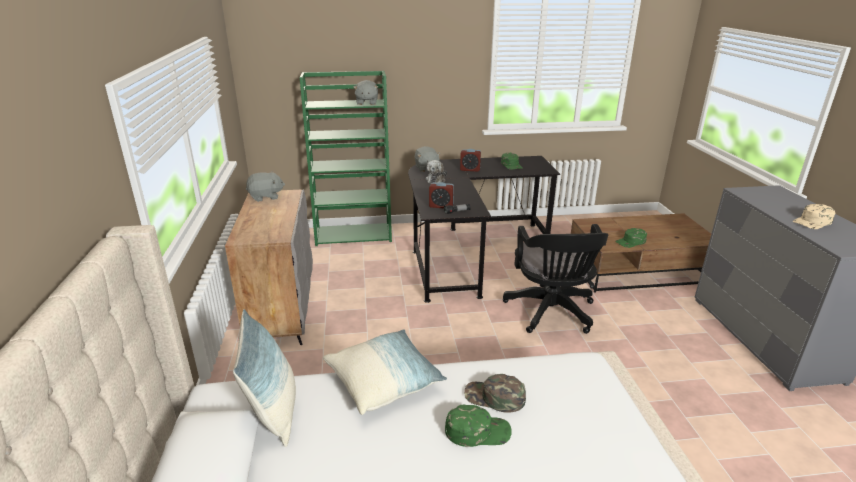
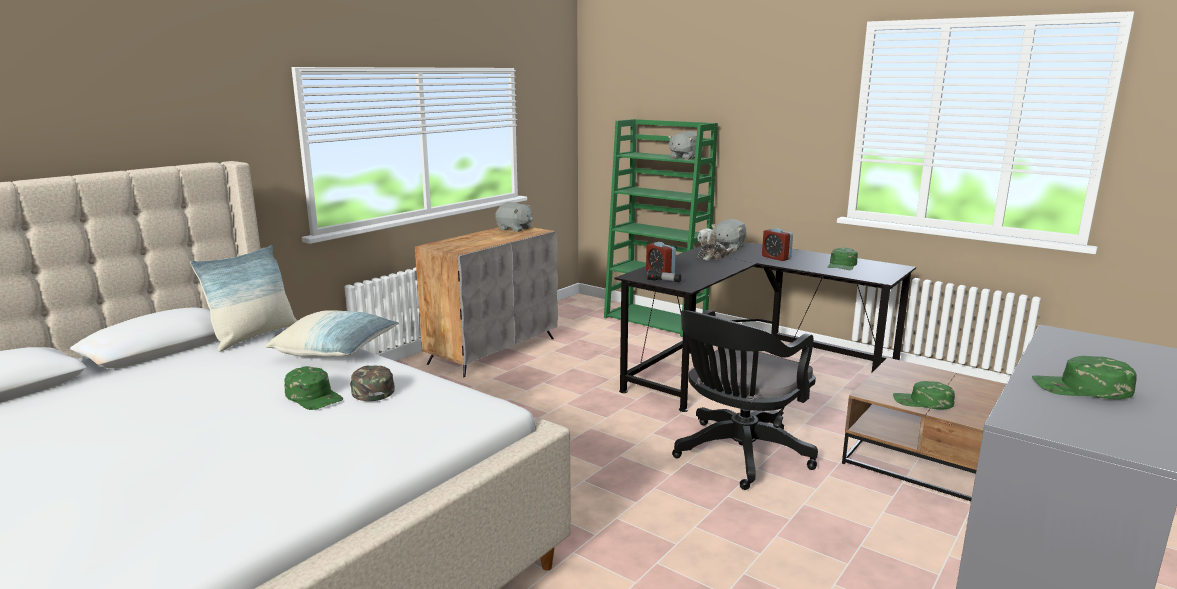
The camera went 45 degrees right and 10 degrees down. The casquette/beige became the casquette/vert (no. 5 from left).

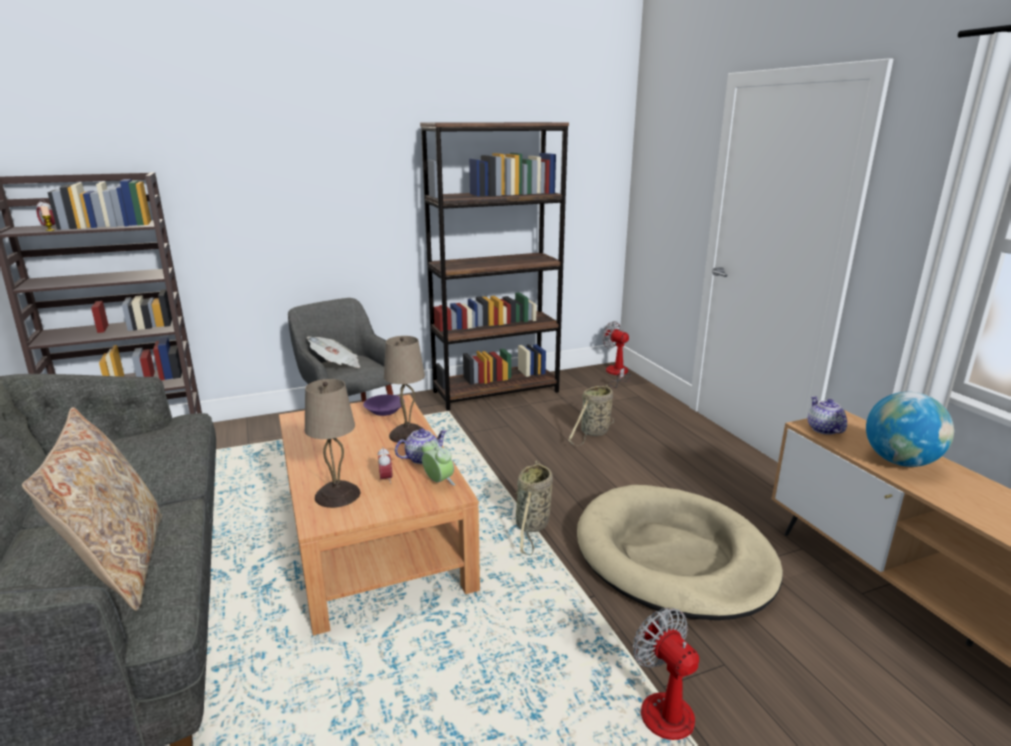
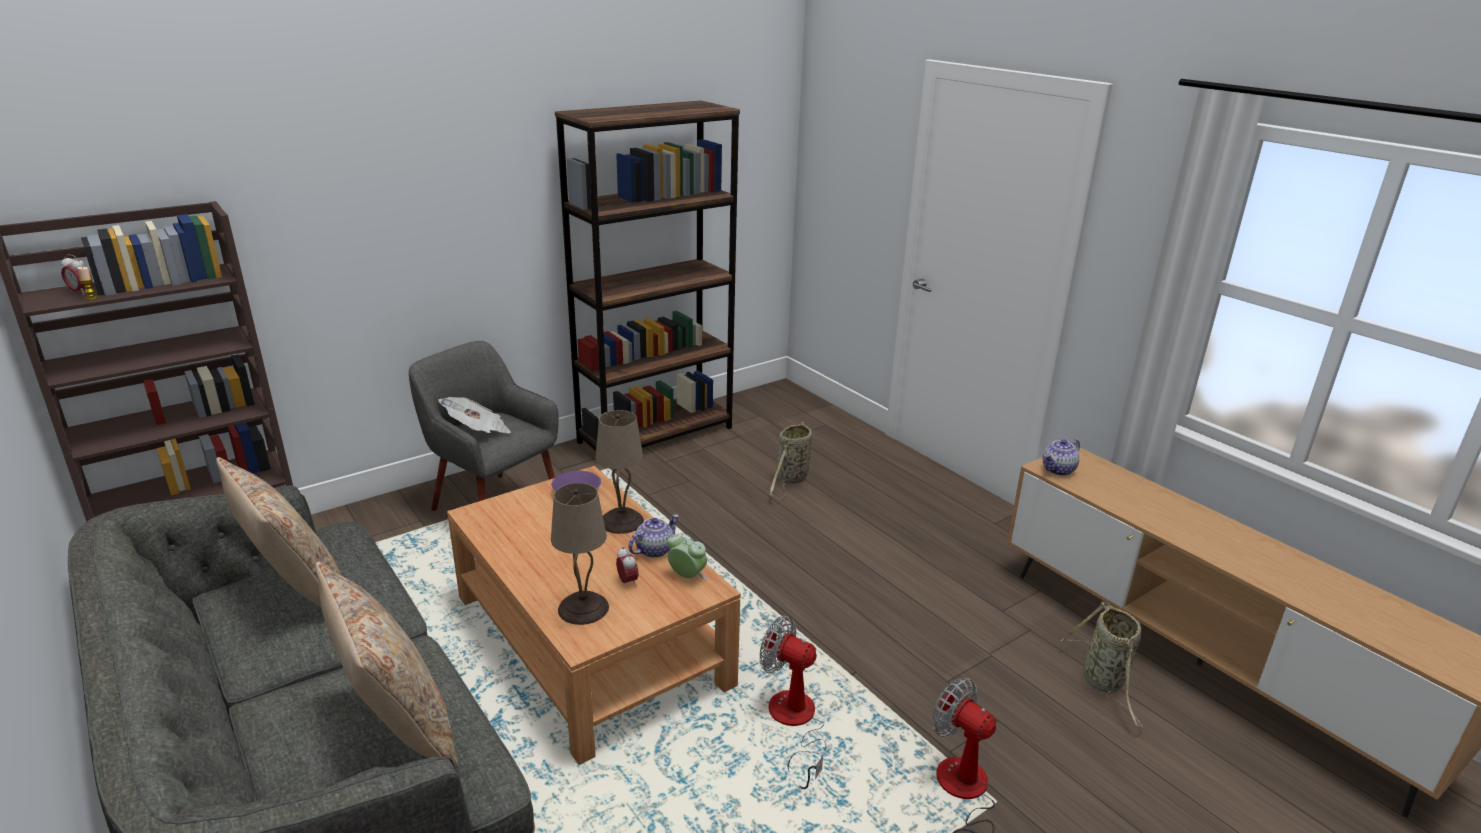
The camera went 15 degrees left and 5 degrees up. The panier pour chien/beige disappeared. The globe disappeared. The coussin/beige (no. 1 from left) appeared. The panier (no. 1 from left in the first image) moved. The ventilateur (no. 1 from left) moved. The théière (no. 2 from left) turned 105 degrees counterclockwise.

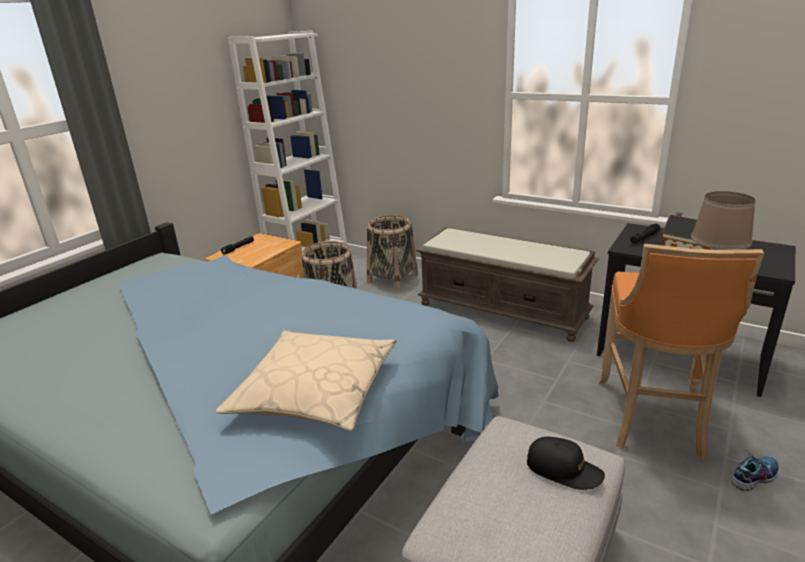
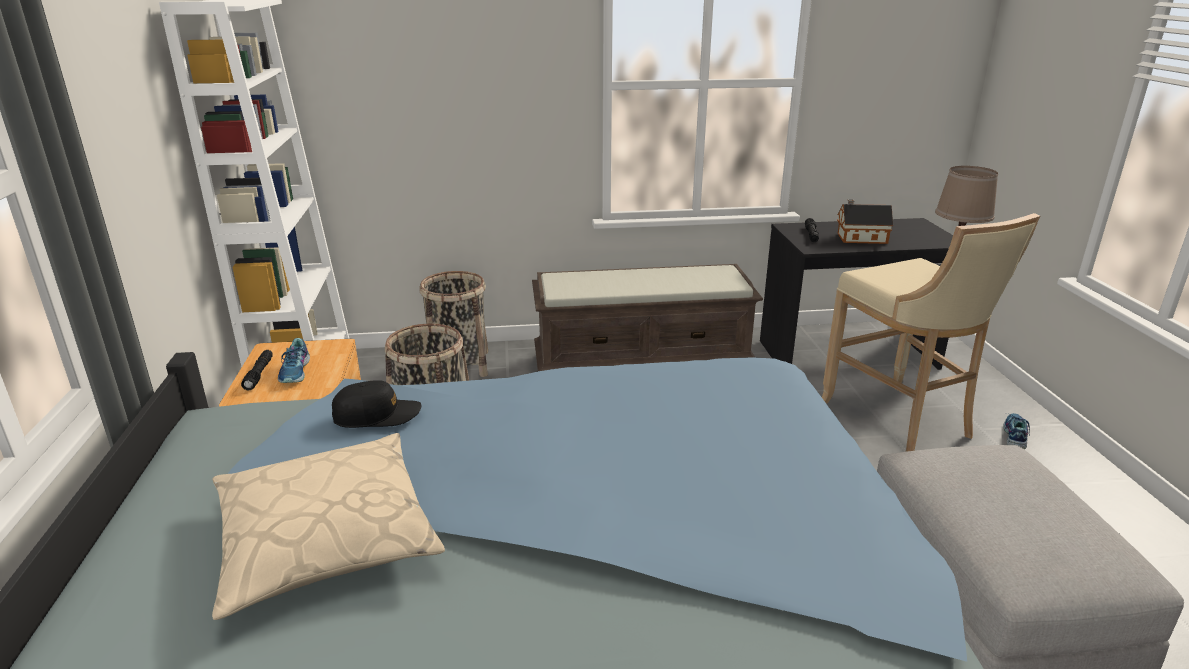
The camera went 40 degrees left and 0 degrees up. The chaussure (no. 1 from left) appeared. The coussin/beige moved. The casquette/noir moved. The tabouret/orange became the tabouret/beige.

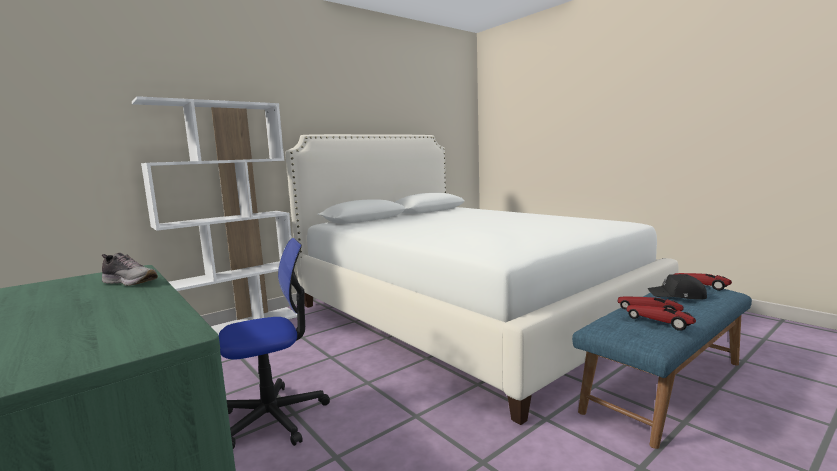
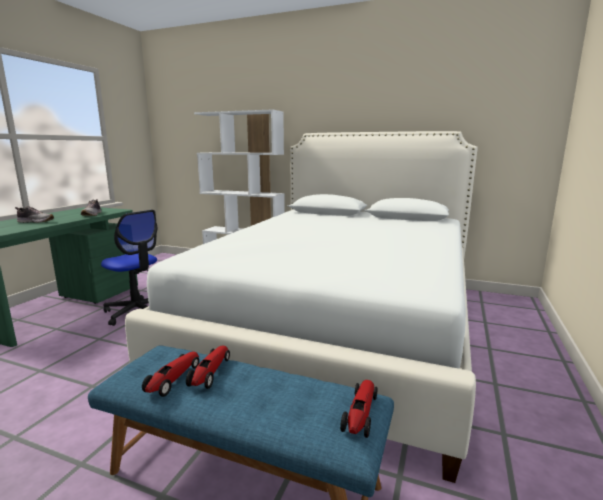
The camera went 60 degrees right and 5 degrees up. The casquette/noir disappeared. The chaussure (no. 1 from left) appeared.

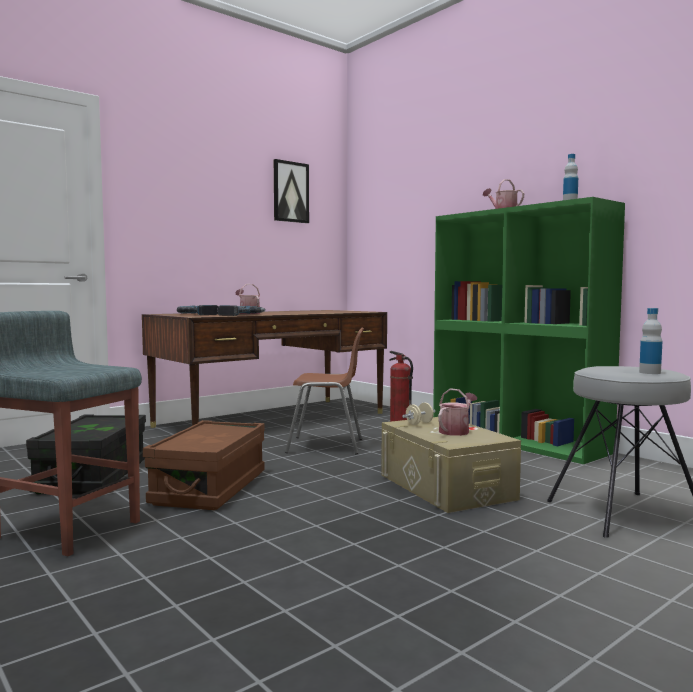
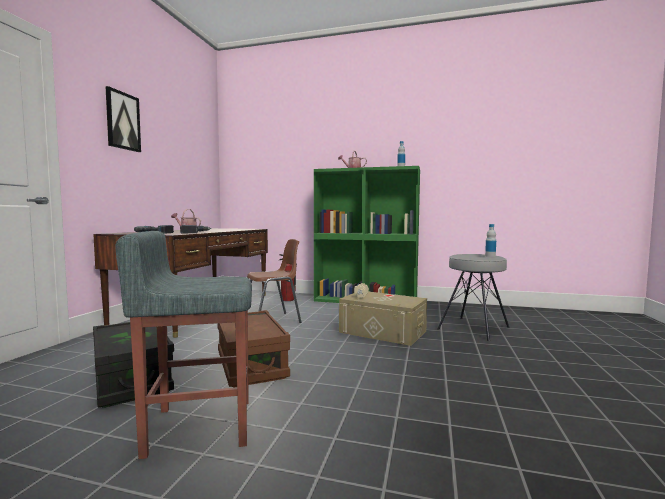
The camera went 35 degrees left and 0 degrees up. The arrosoir (no. 2 from left) disappeared. The tableau moved.

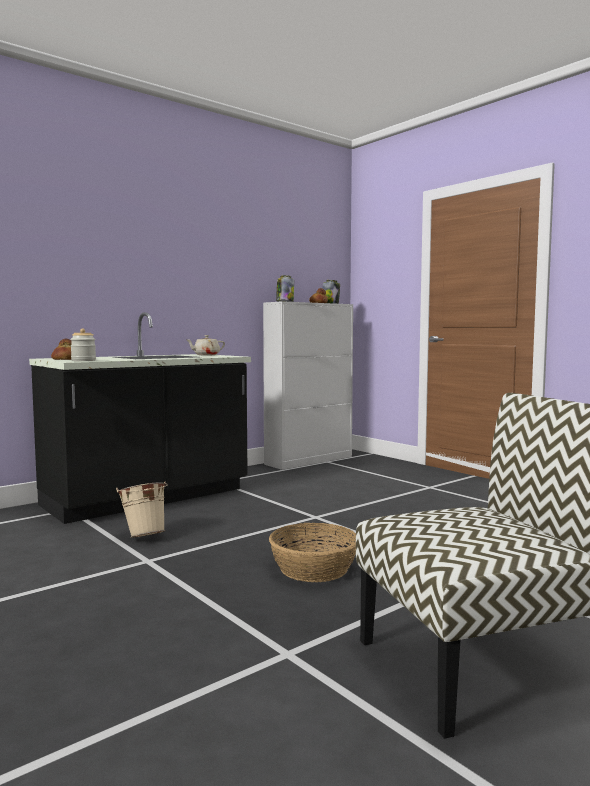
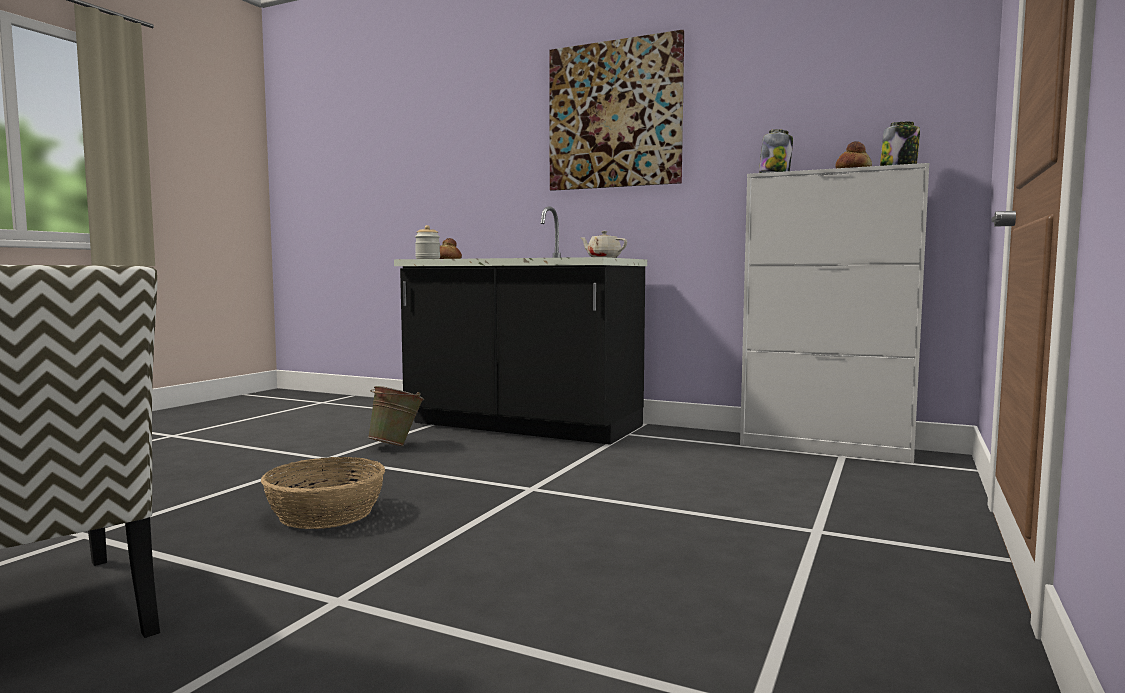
The camera went 65 degrees right and 0 degrees up. The tableau appeared. The seau/beige became the seau/vert.

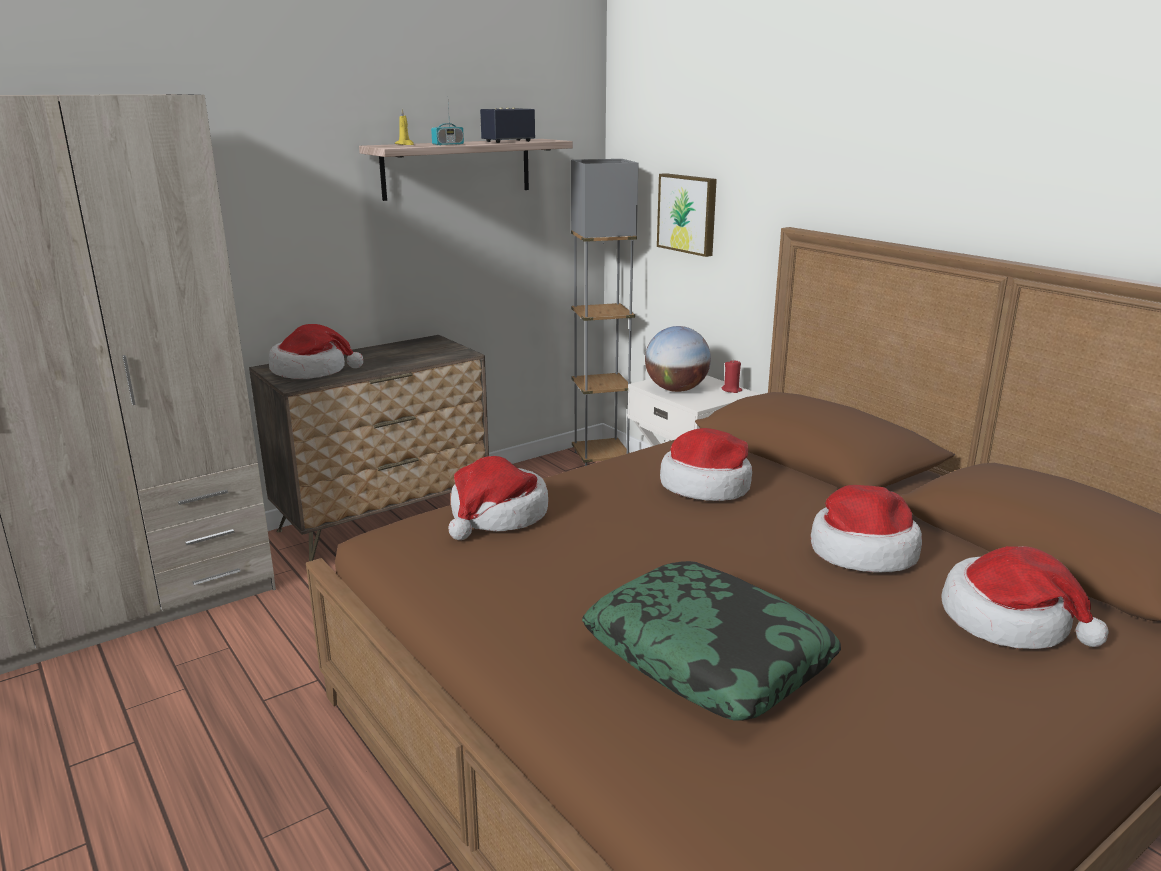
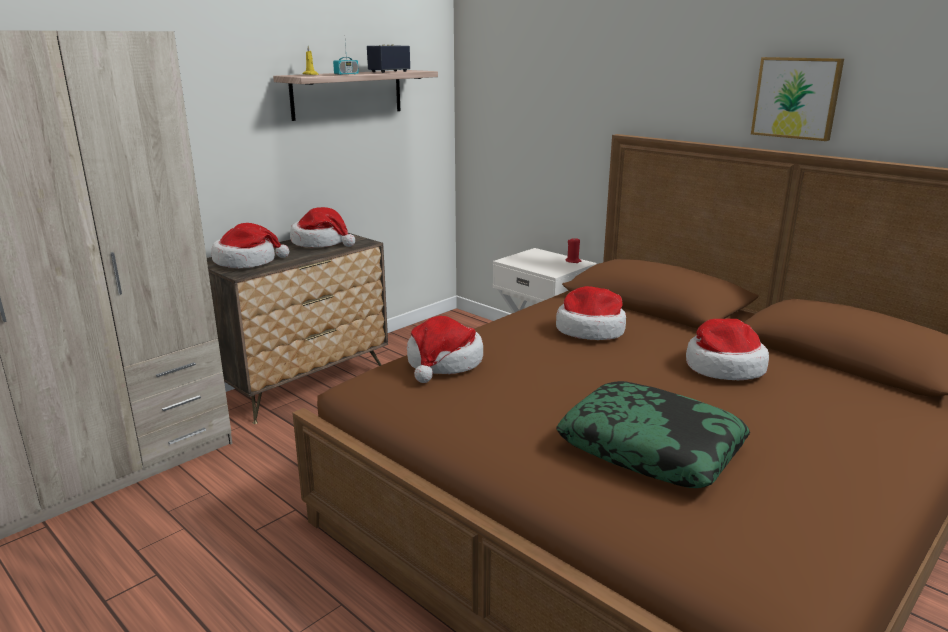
The camera went 10 degrees left and 0 degrees up. The lampadaire/gris disappeared. The globe disappeared. The tableau moved. The chapeau (no. 5 from left in the first image) moved.

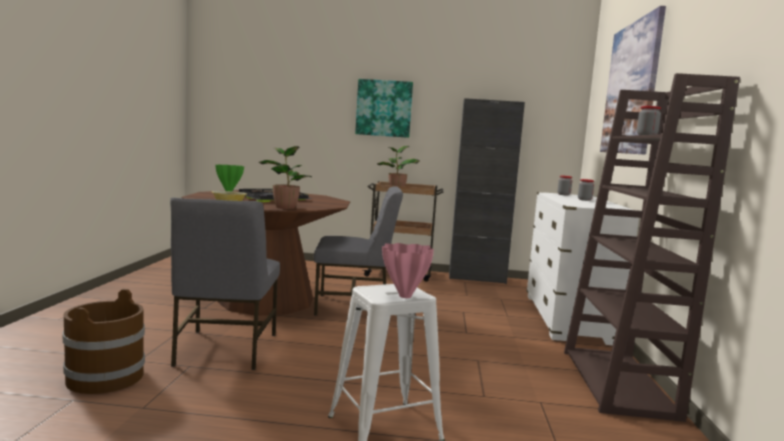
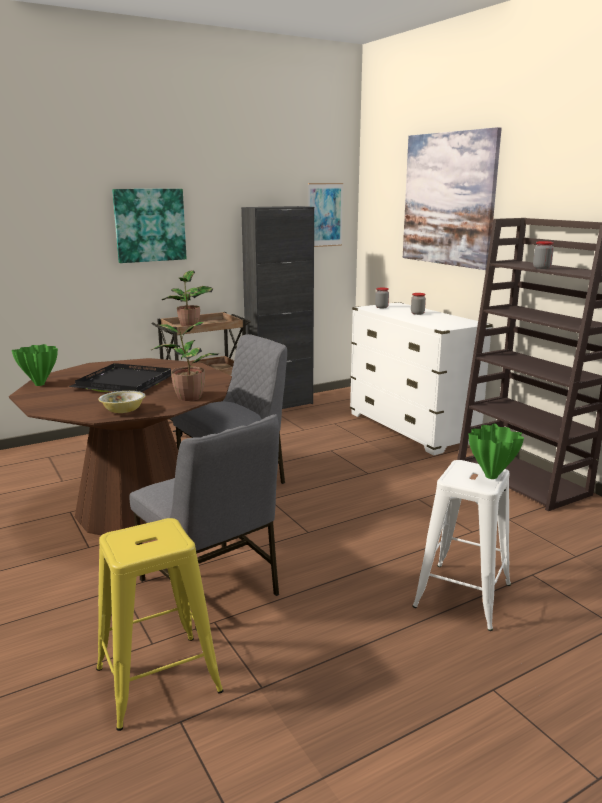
The camera went 35 degrees left and 10 degrees up. The tableau (no. 2 from left) appeared. The seau/marron was replaced by the tabouret/jaune. The vase/rose became the vase/vert (no. 2 from left).

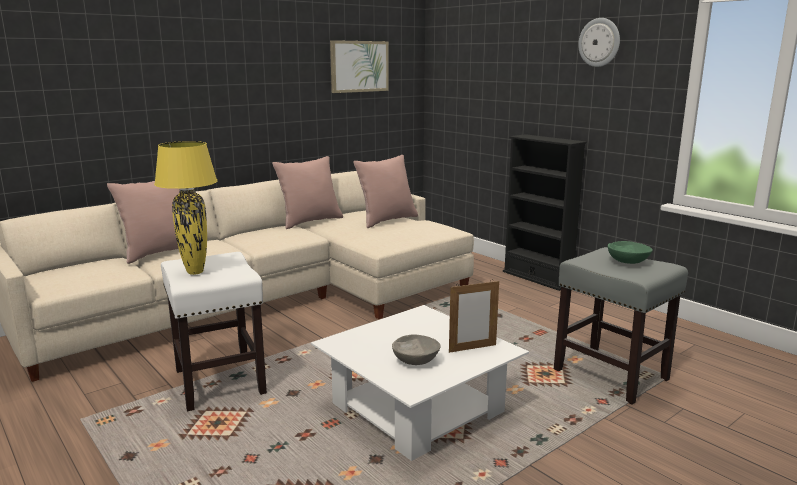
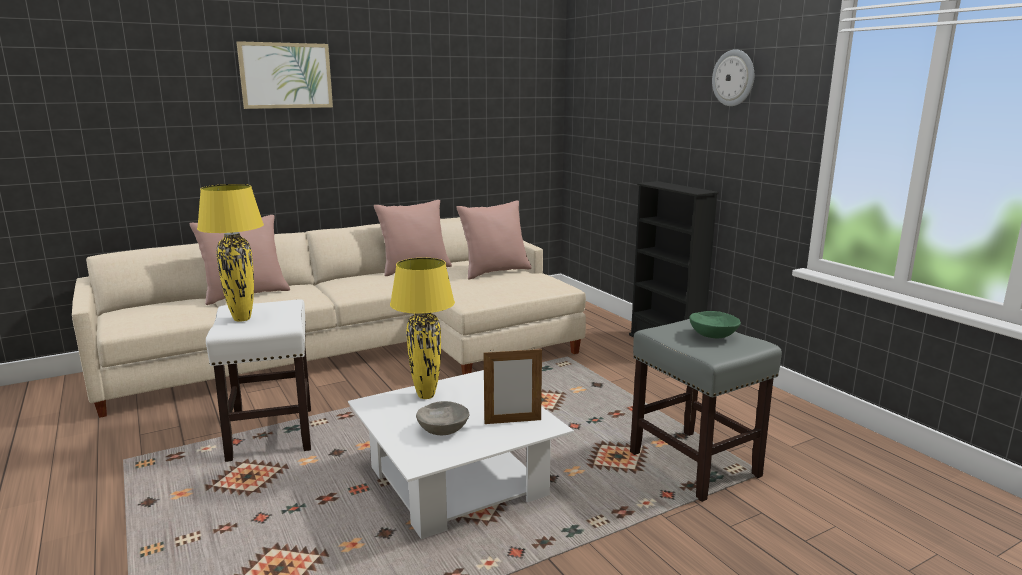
The camera went 10 degrees right and 0 degrees up. The lampe de table/jaune (no. 2 from left) appeared. The tableau moved.

